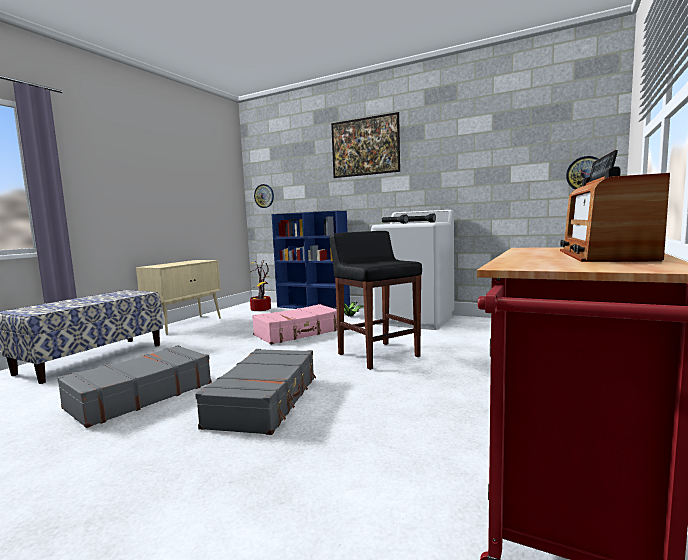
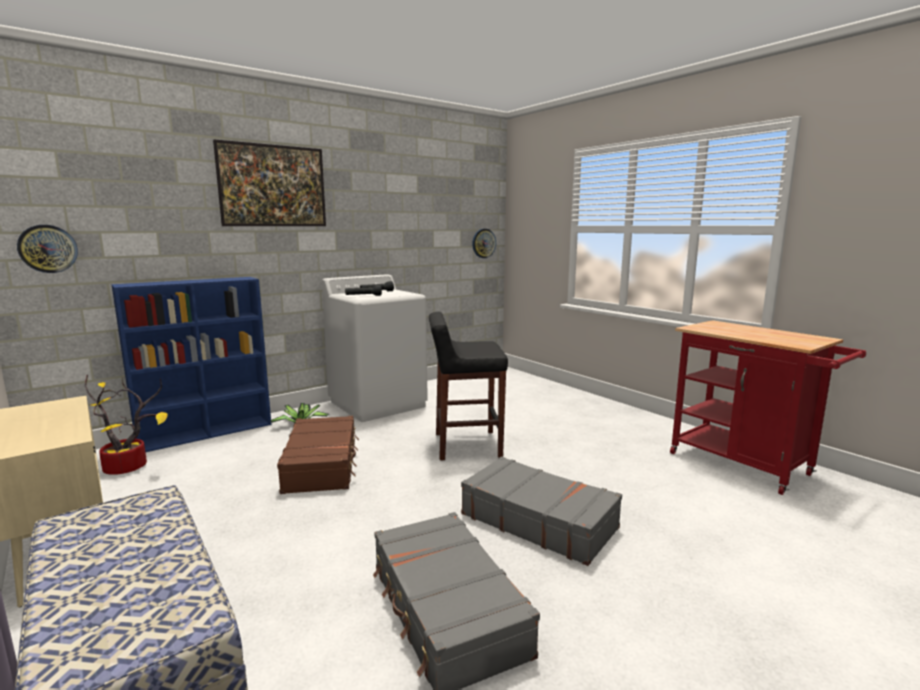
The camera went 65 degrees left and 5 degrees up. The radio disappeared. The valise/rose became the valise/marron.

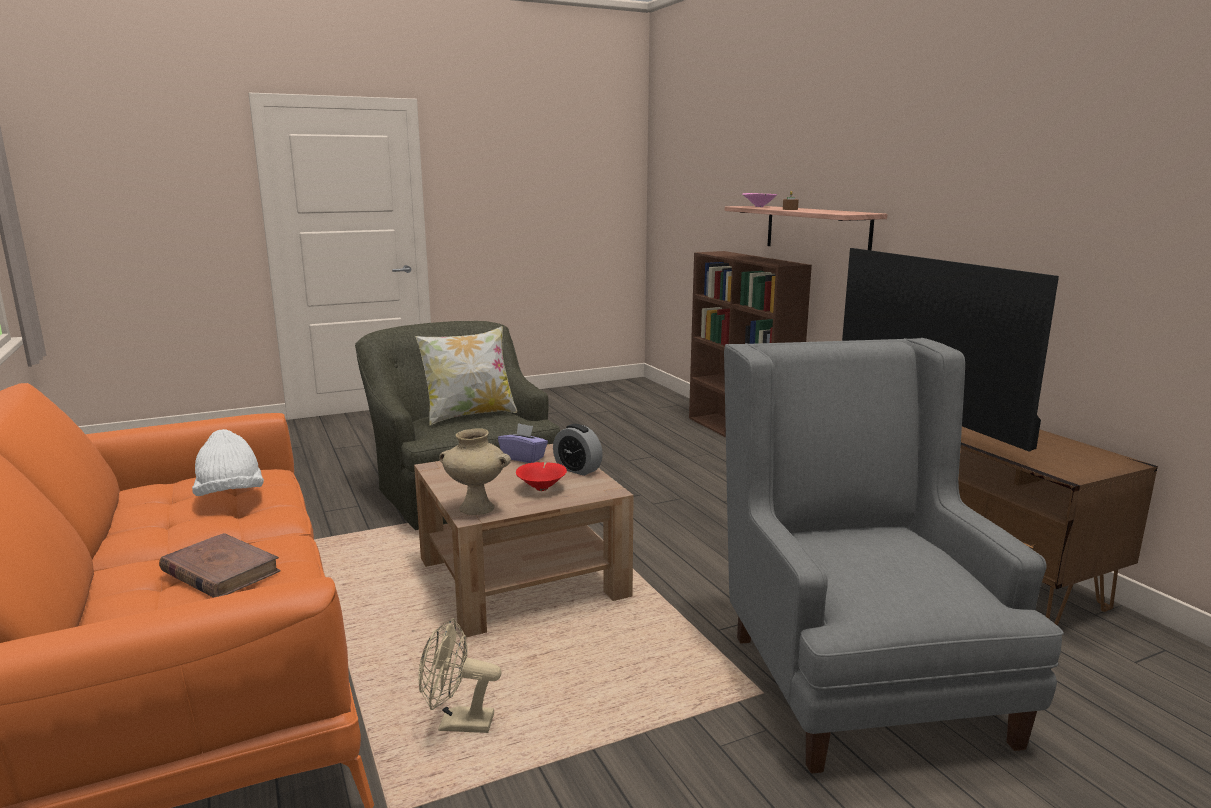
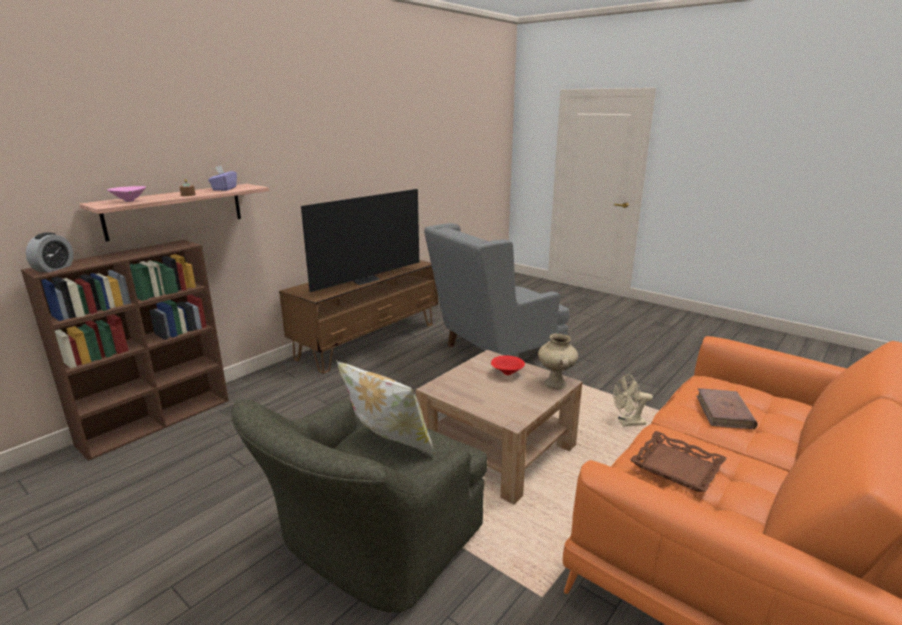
The camera went 115 degrees left and 5 degrees up. The boîte à mouchoirs/violet moved. The réveil moved. The chapeau/blanc was replaced by the plateau/marron. The ventilateur/beige turned 105 degrees clockwise.

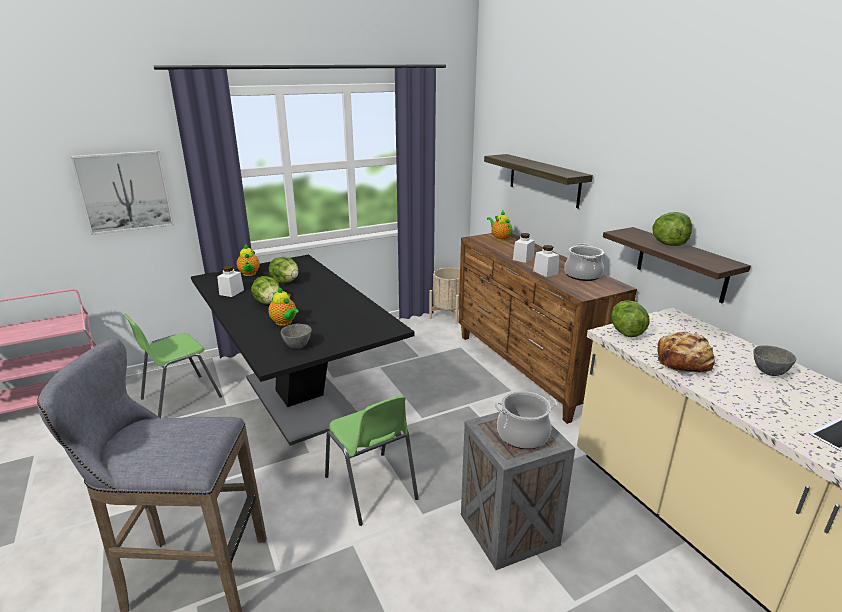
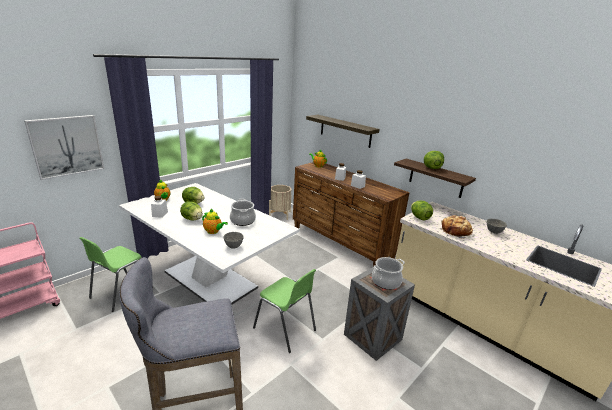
The camera went 20 degrees left and 0 degrees up. The marmite (no. 2 from left in the first image) moved. The table à manger/noir became the table à manger/blanc.

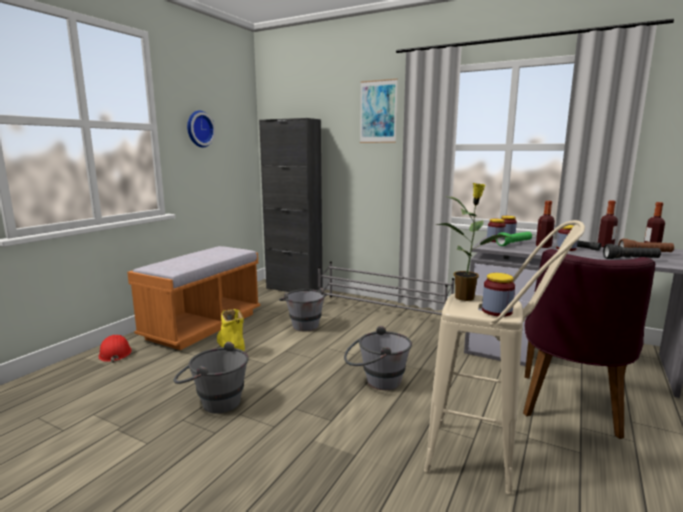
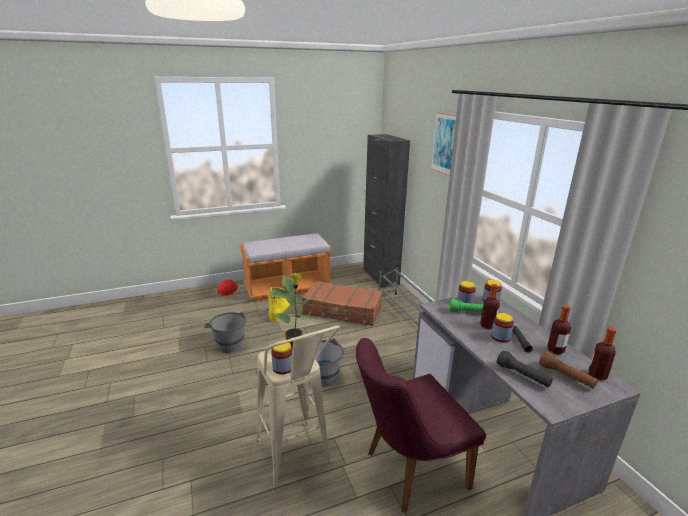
The camera went 40 degrees right and 10 degrees up. The horloge murale disappeared. The seau/gris (no. 2 from left) was replaced by the valise/marron.

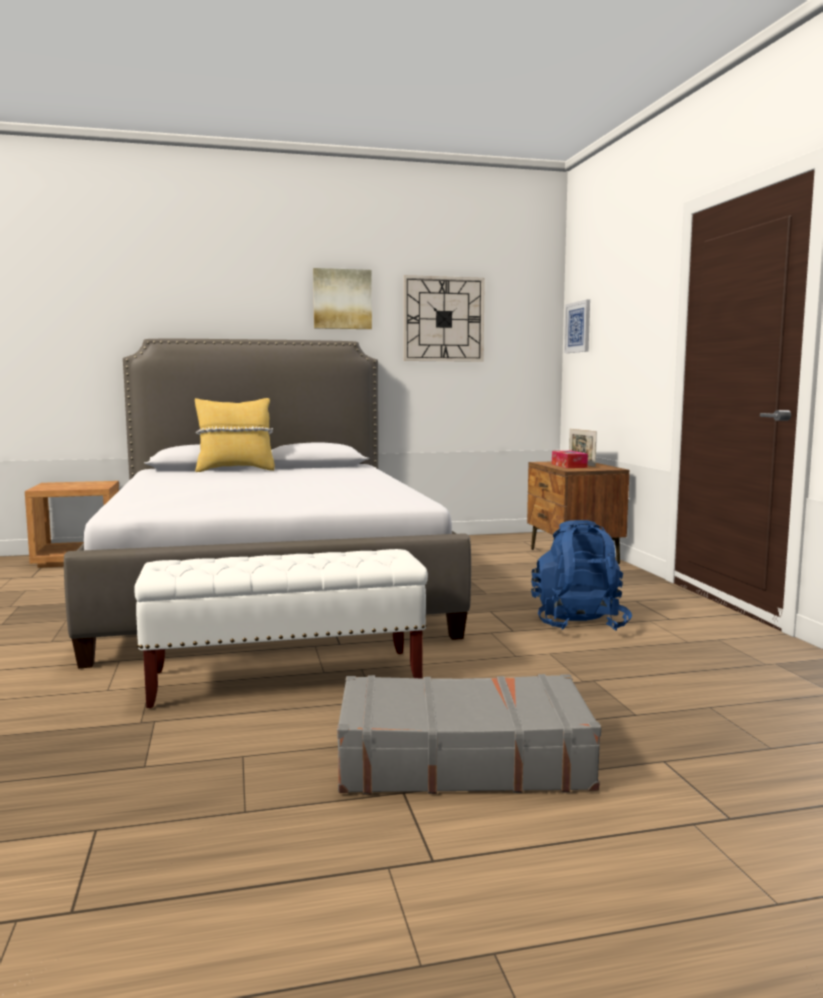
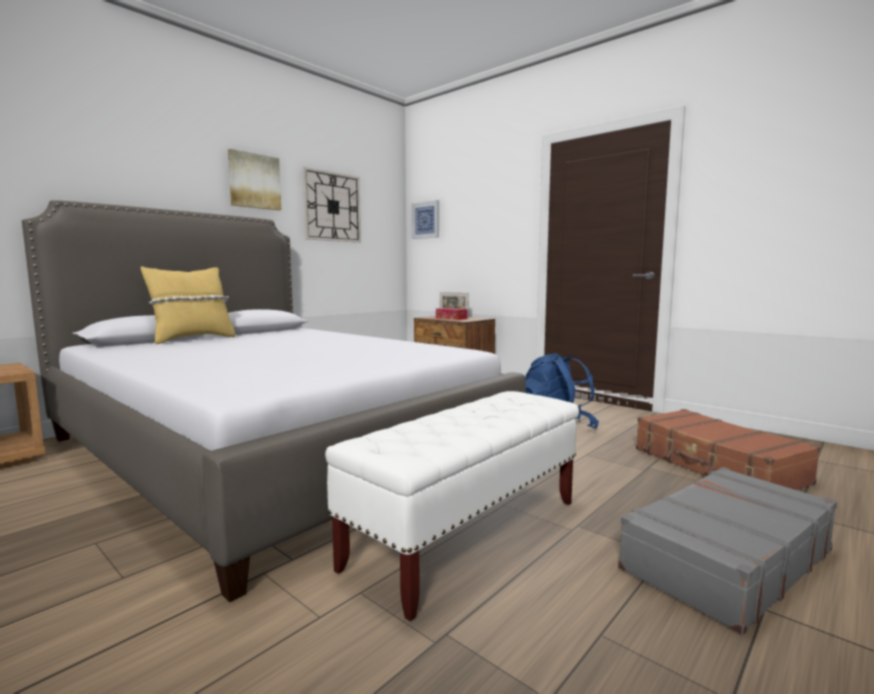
The camera went 35 degrees left and 0 degrees up. The valise/marron appeared.

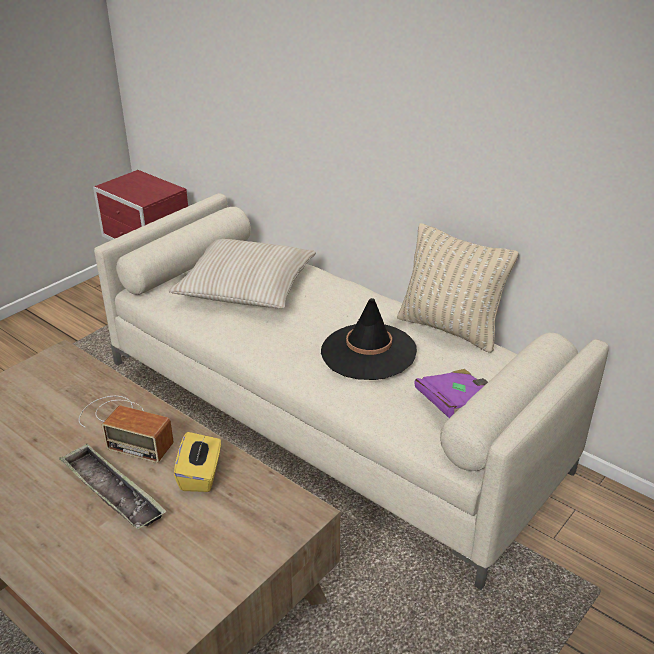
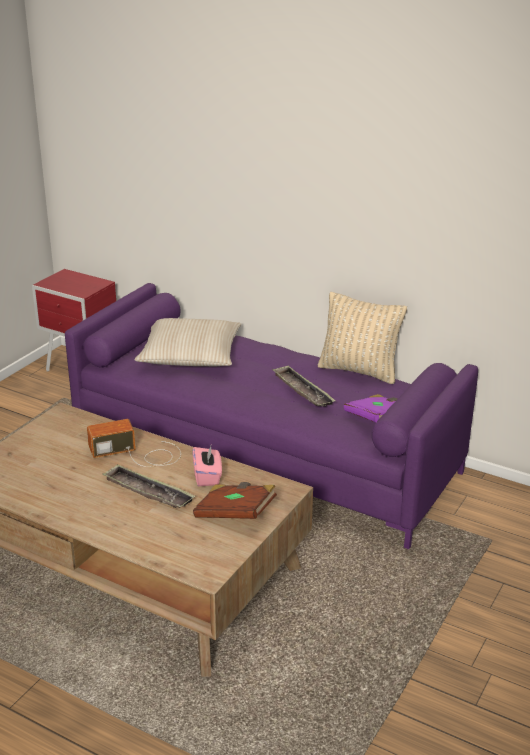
The camera went 10 degrees left and 5 degrees down. The livre/marron appeared. The chapeau/noir was replaced by the plateau (no. 2 from left). The canapé/beige became the canapé/violet. The boîte à mouchoirs/jaune became the boîte à mouchoirs/rose. The radio turned 150 degrees clockwise.

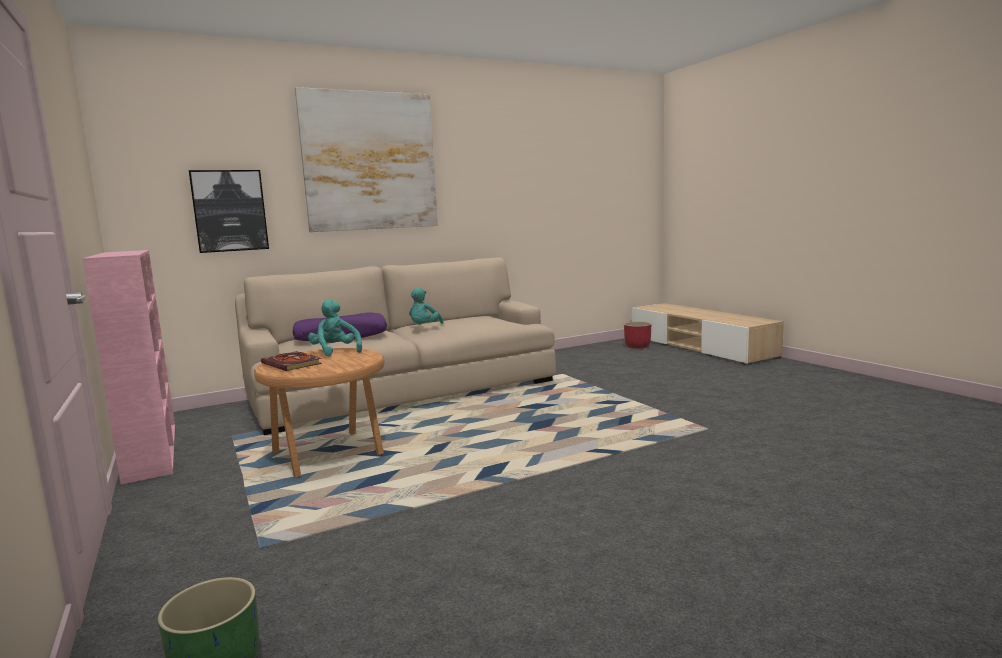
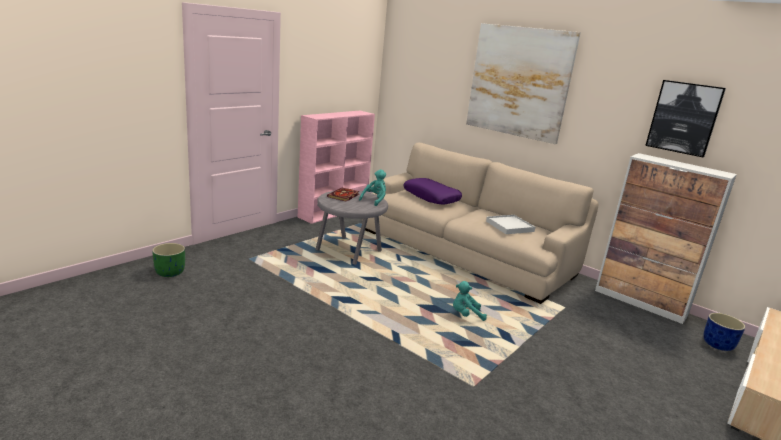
The camera went 65 degrees right and 10 degrees up. The plateau/blanc appeared. The meuble de rangement appeared. The tableau (no. 1 from left in the first image) moved. The peluche/turquoise (no. 2 from left) moved. The table d'appoint/marron became the table d'appoint/gris. The cache-pot/rouge became the cache-pot/bleu.

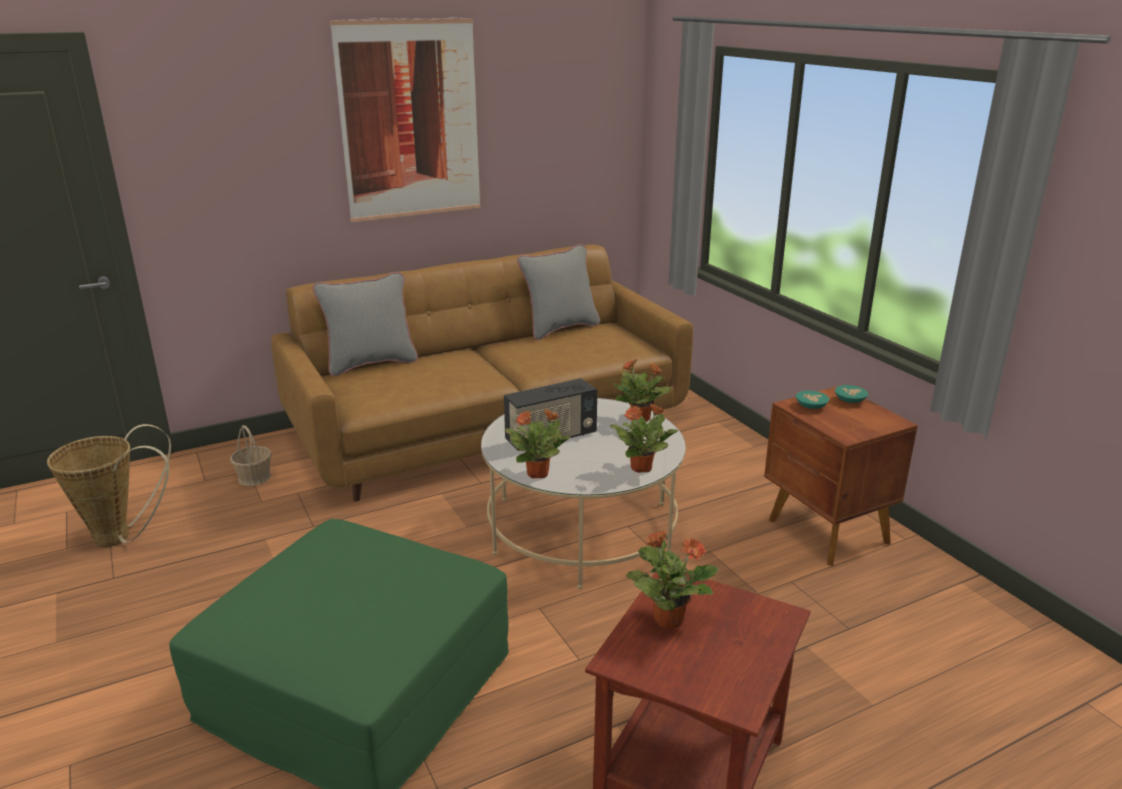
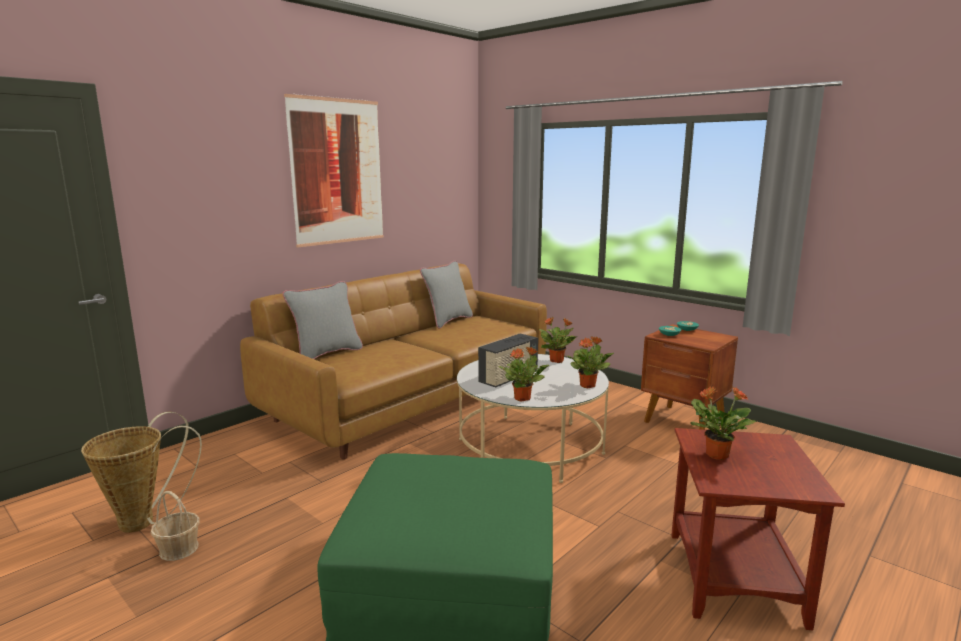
The camera went 20 degrees left and 10 degrees down. The panier (no. 2 from left) moved.

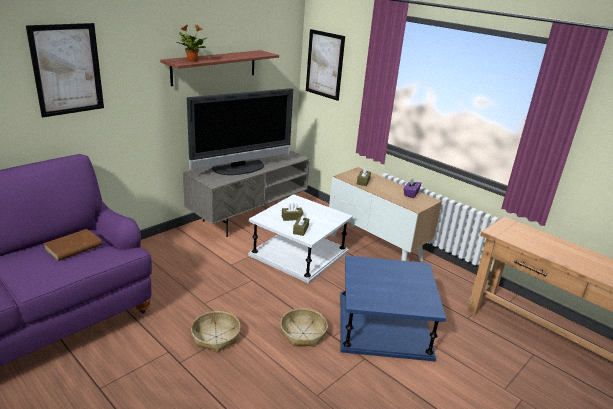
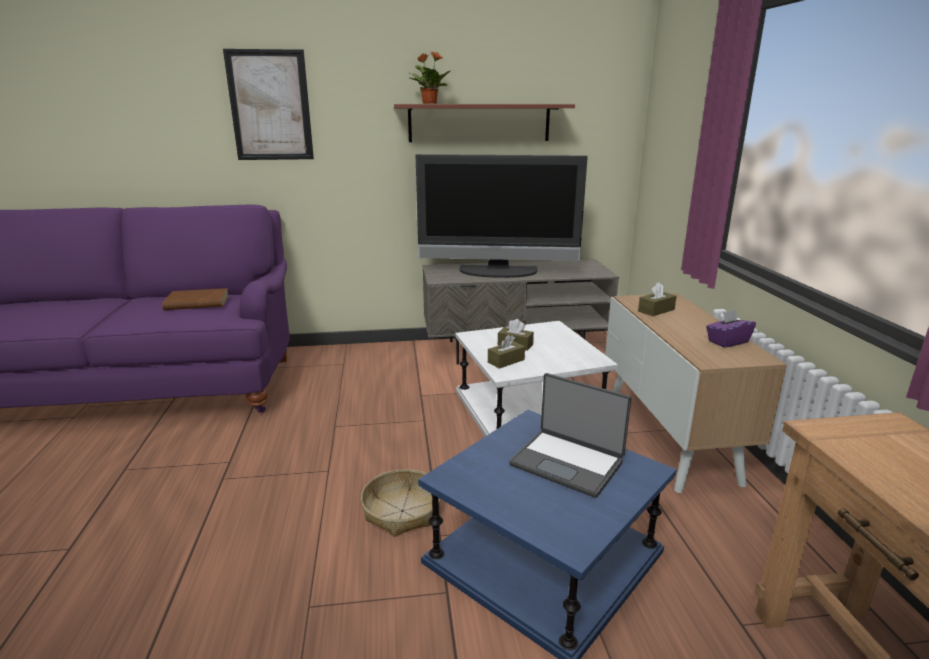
The camera went 40 degrees right and 5 degrees down. The panier (no. 1 from left) disappeared. The tableau (no. 2 from left) disappeared. The ordinateur portable appeared.

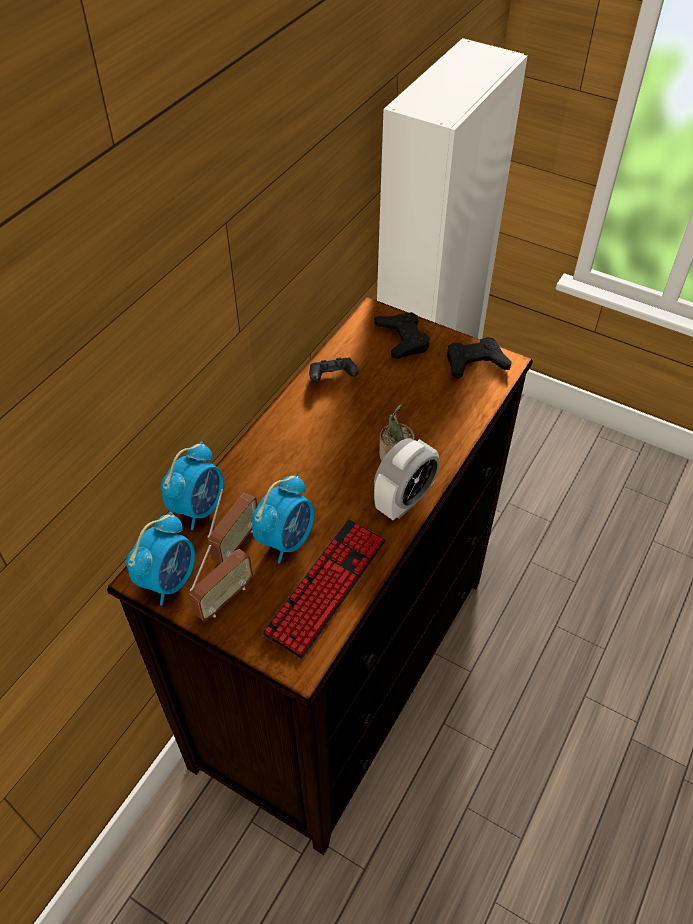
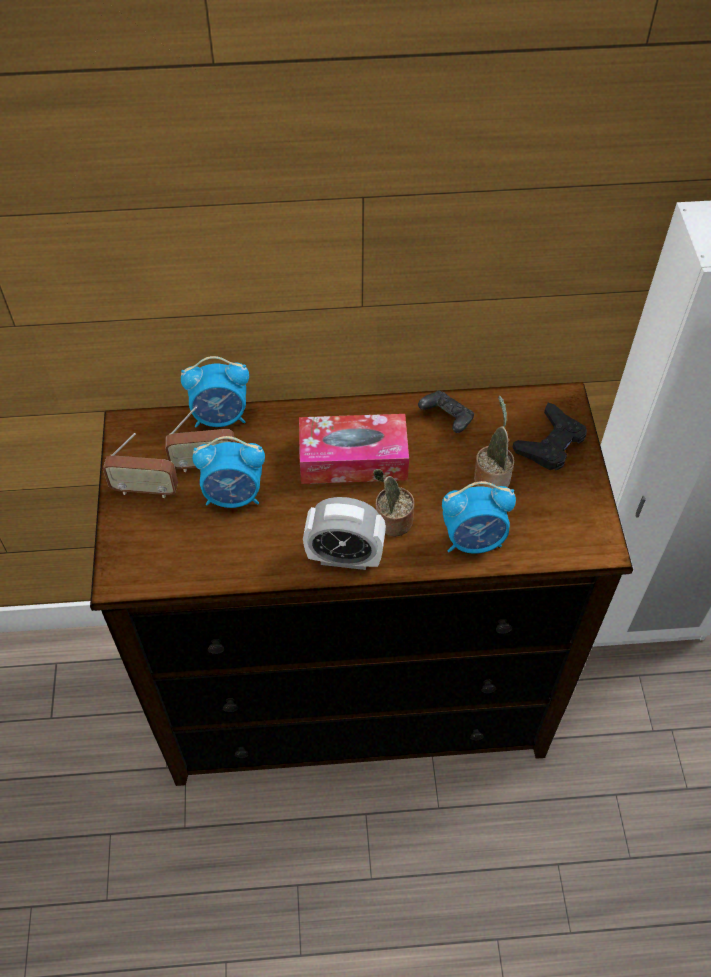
The camera went 55 degrees right and 5 degrees up. The clavier disappeared. The manette/noir (no. 3 from left) disappeared. The boîte à mouchoirs appeared. The plante en pot (no. 2 from left) appeared. The réveil (no. 1 from left in the first image) moved.

